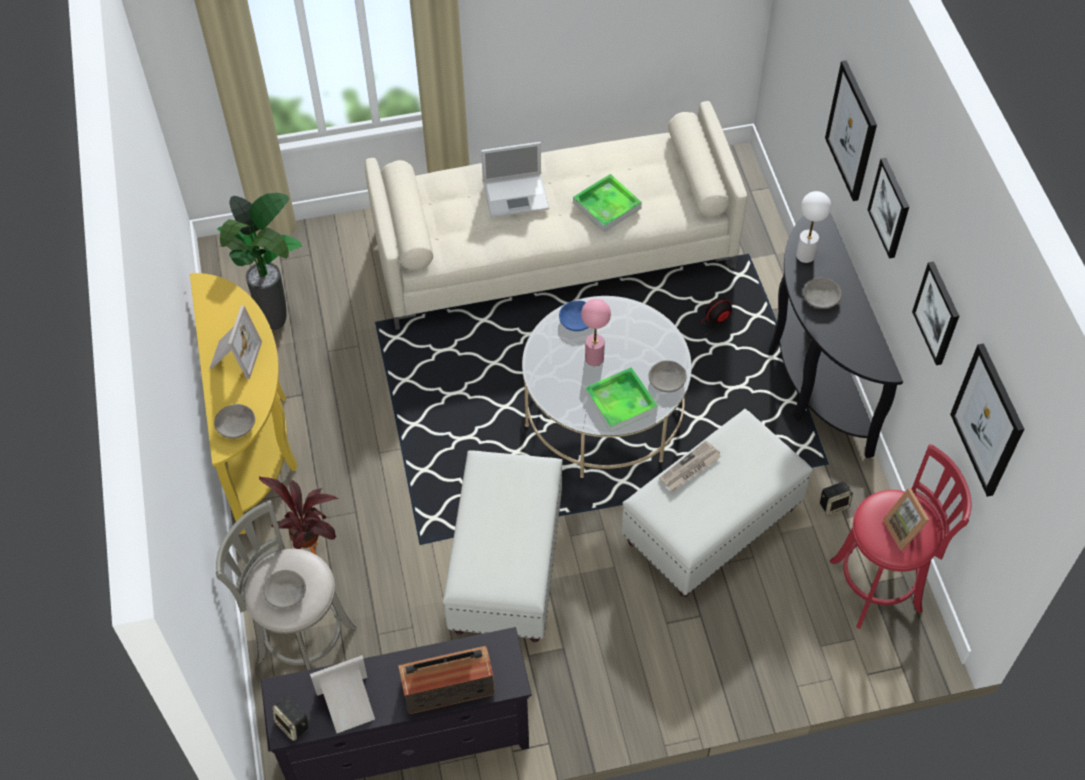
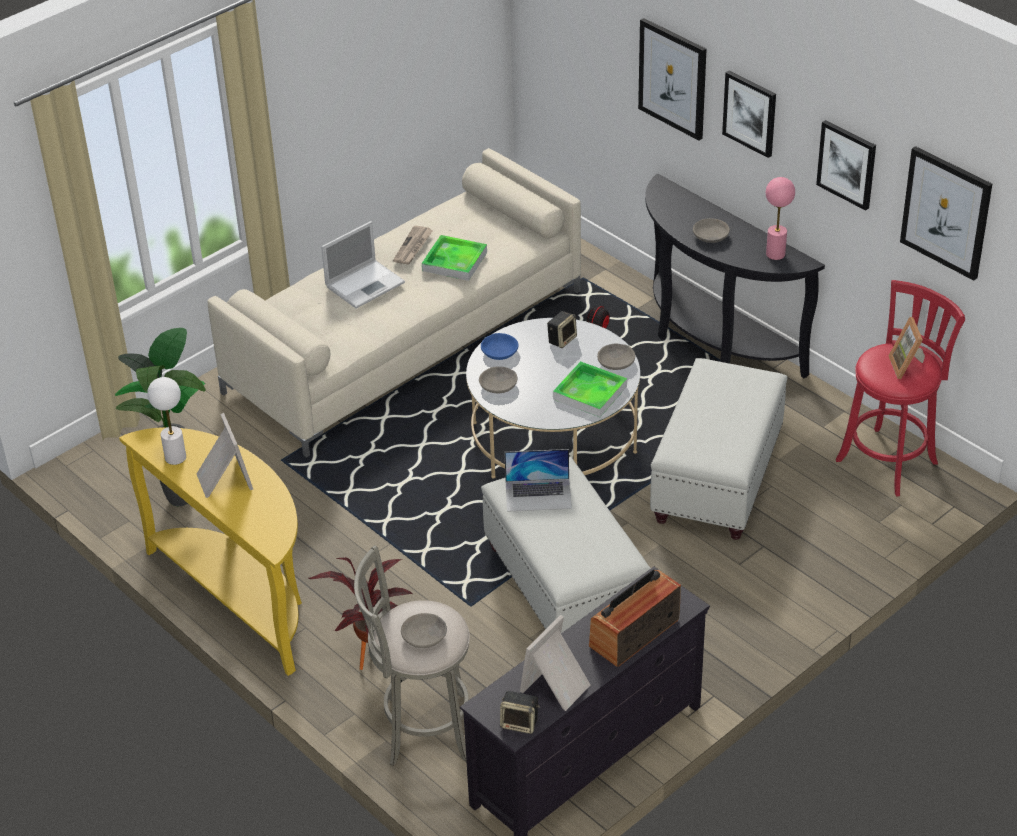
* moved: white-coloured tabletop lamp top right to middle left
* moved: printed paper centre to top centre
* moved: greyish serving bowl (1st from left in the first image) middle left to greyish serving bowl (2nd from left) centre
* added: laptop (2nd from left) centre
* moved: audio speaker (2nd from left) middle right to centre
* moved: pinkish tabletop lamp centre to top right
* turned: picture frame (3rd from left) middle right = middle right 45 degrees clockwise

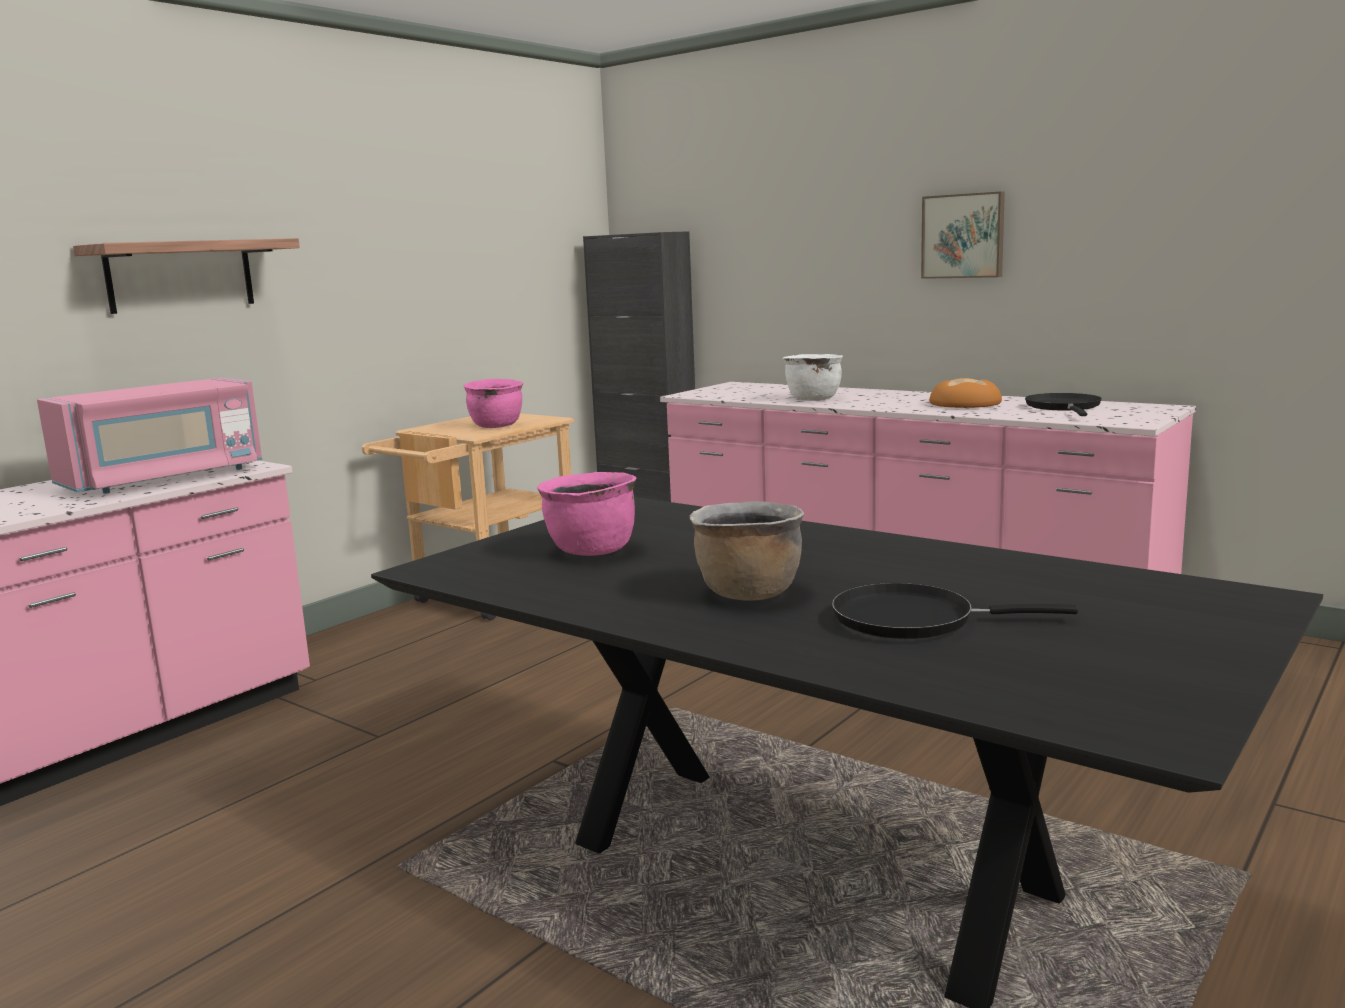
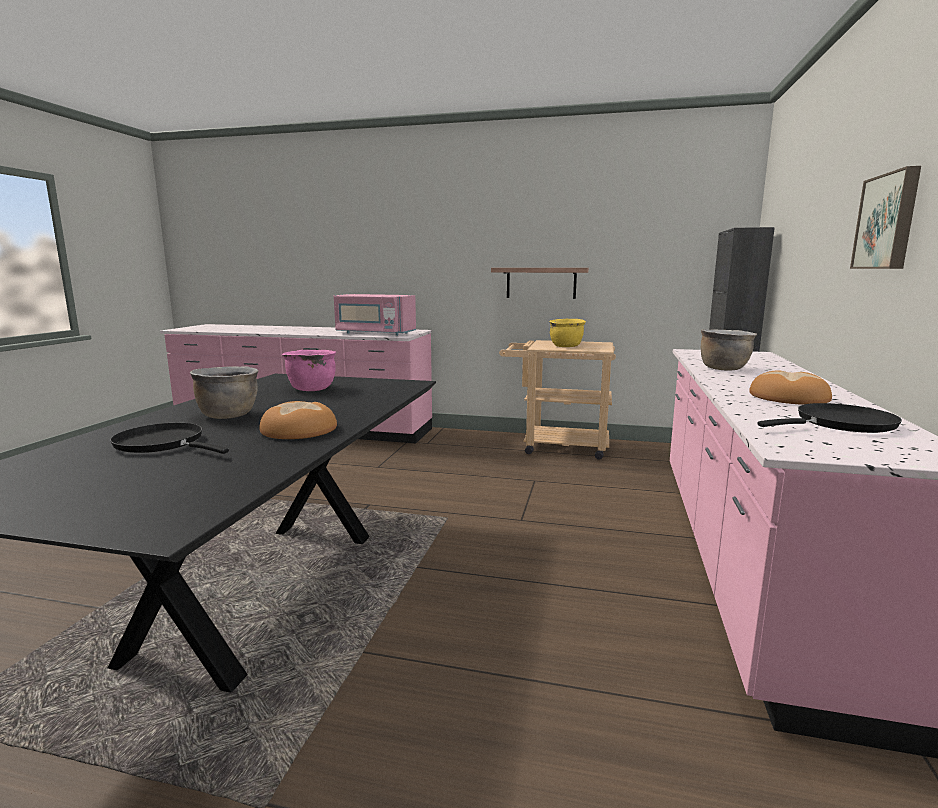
* turned: black-coloured pan (1st from left) middle right = middle left 45 degrees counterclockwise
* added: bakery bread (1st from left) middle left
* moved: wall shelf top left to centre
* recoloured: pinkish saucepot (1st from left) centre to yellow saucepot centre
* recoloured: white-coloured saucepot centre to brown-coloured saucepot (2nd from left) middle right

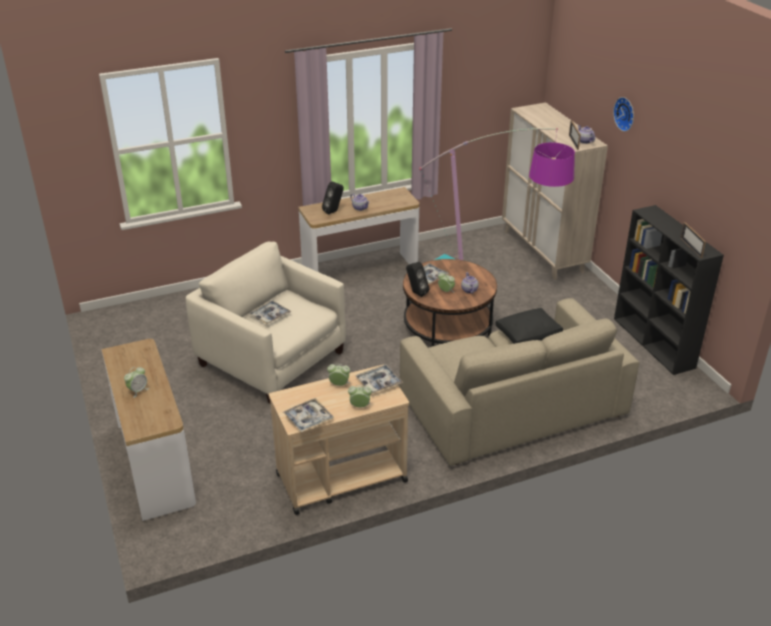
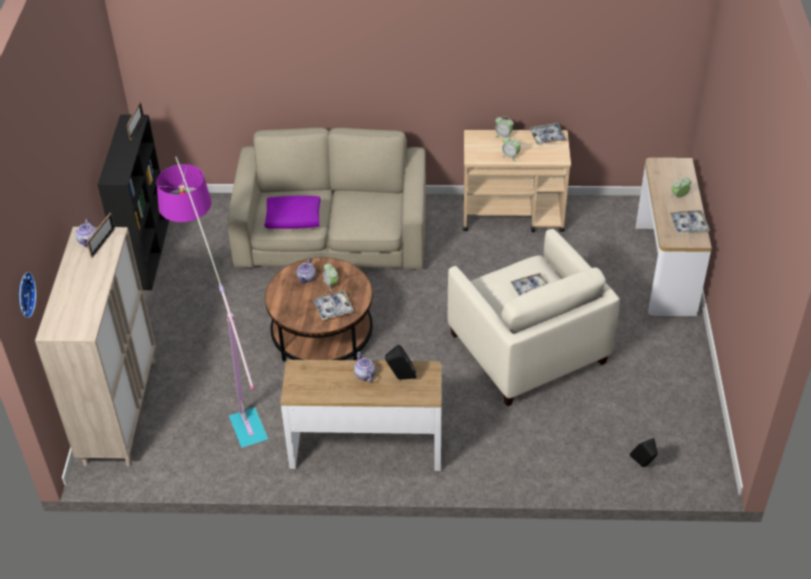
* moved: clock on the wall top right to middle left
* recoloured: black-coloured pillow middle right to purple-coloured pillow centre
* moved: black-coloured audio speaker (2nd from left) centre to bottom right
* moved: tray (3rd from left in the first image) centre to tray (4th from left) middle right

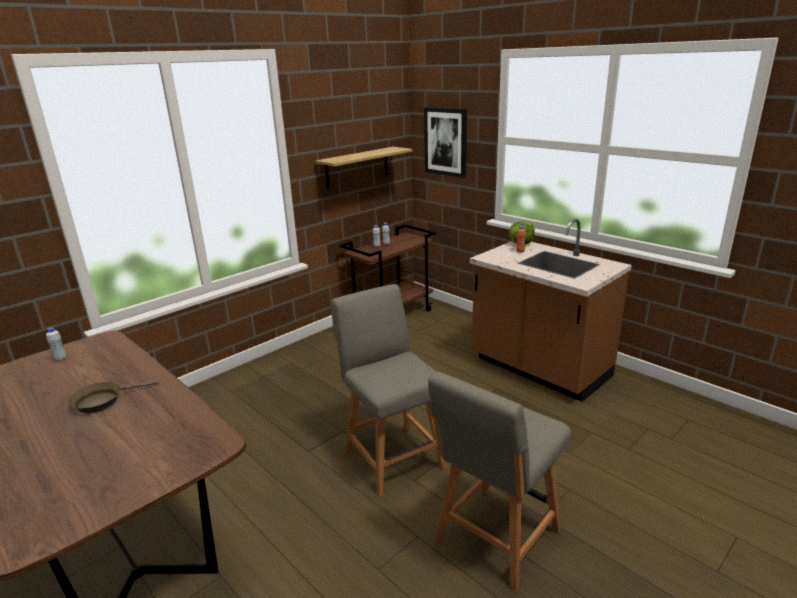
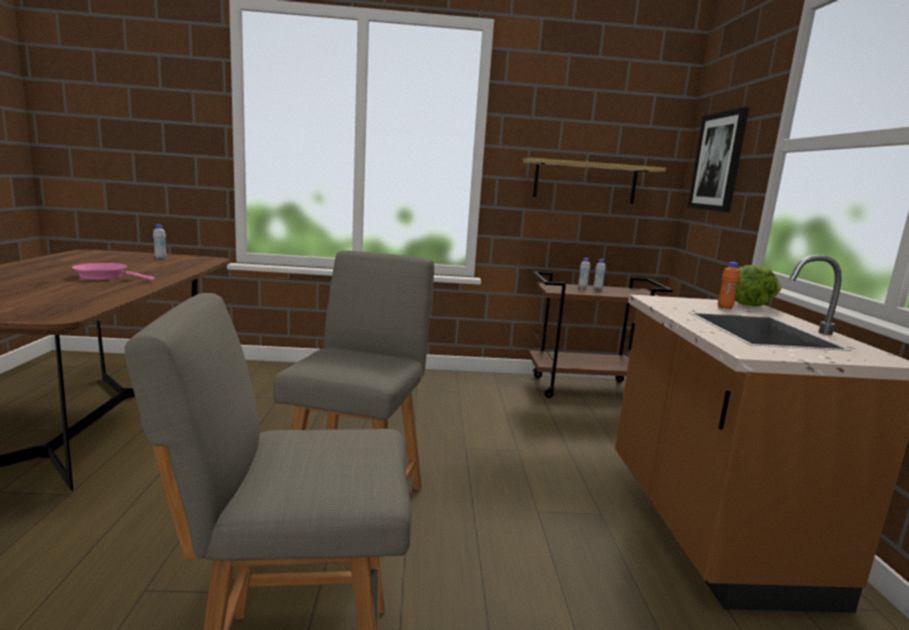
* recoloured: brown-coloured pan middle left to pinkish pan middle left

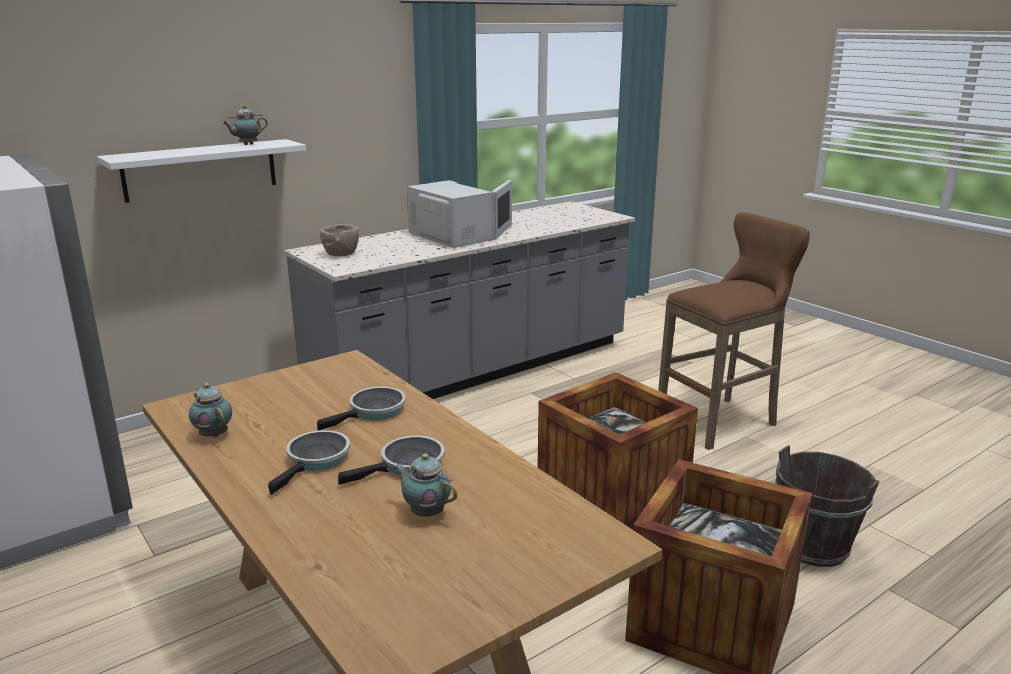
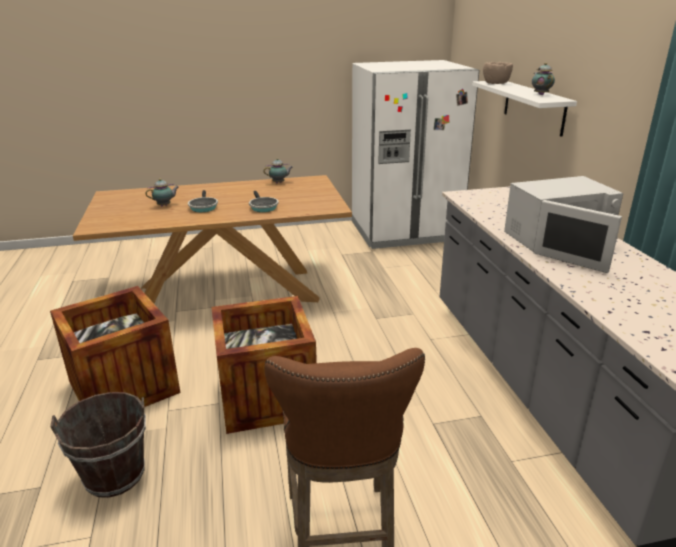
* moved: brown-coloured serving bowl centre to top right
* removed: pan (1st from left) bottom left

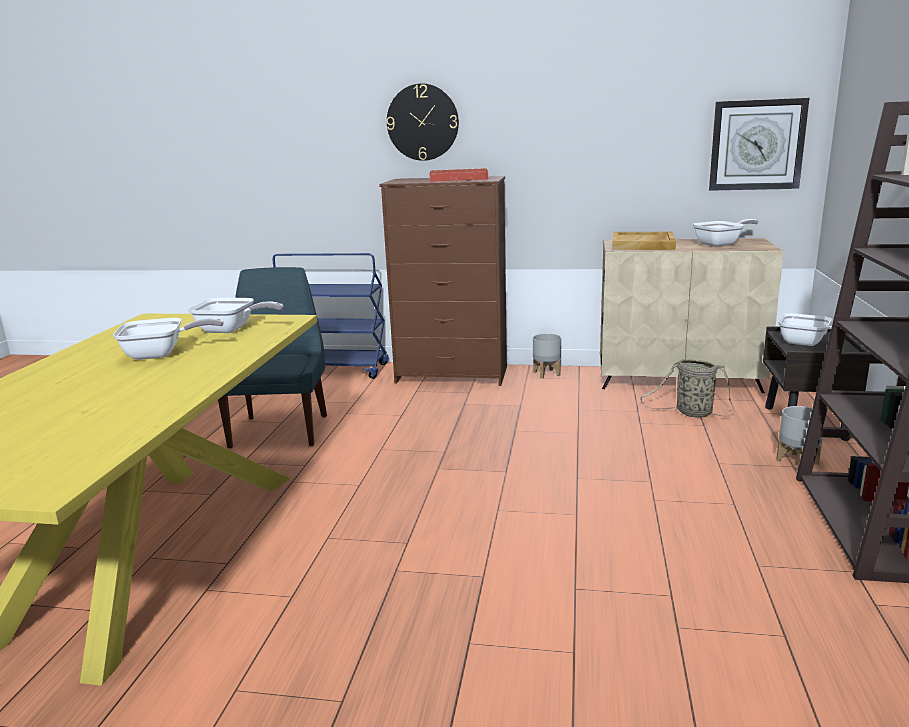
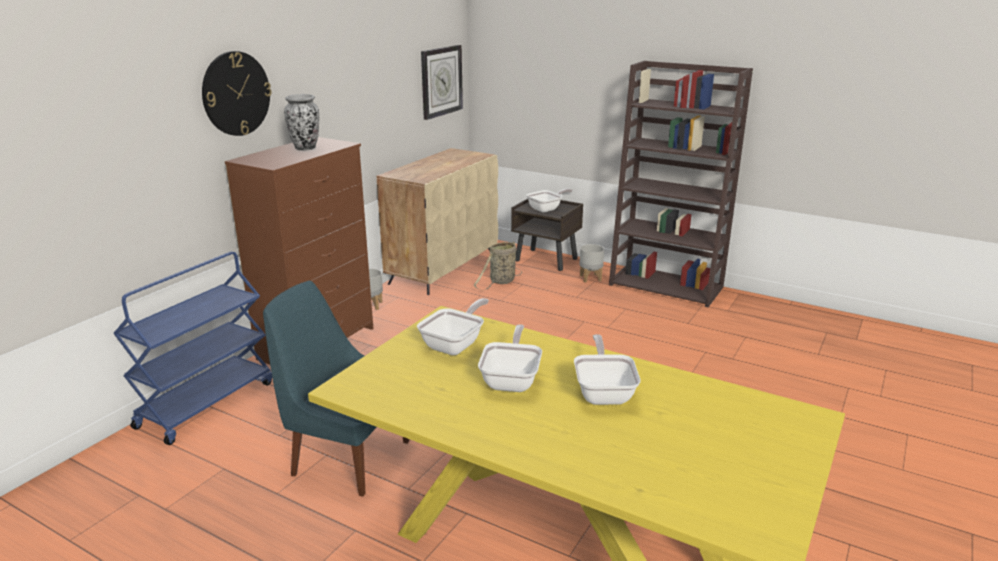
* replaced: red-coloured tray top centre to decorative vase top left
* moved: pan (3rd from left in the first image) top right to pan (4th from left) centre
* removed: beige tray top right

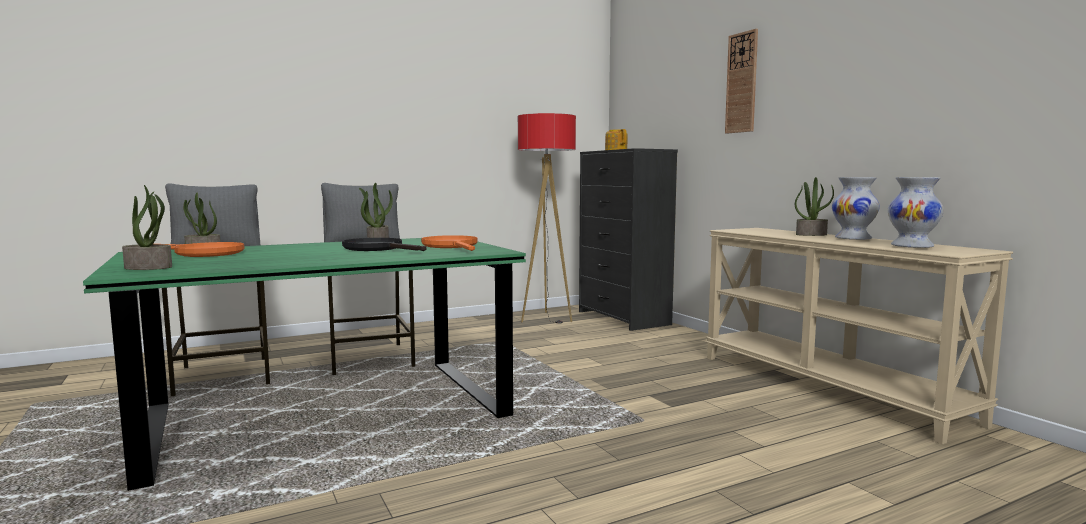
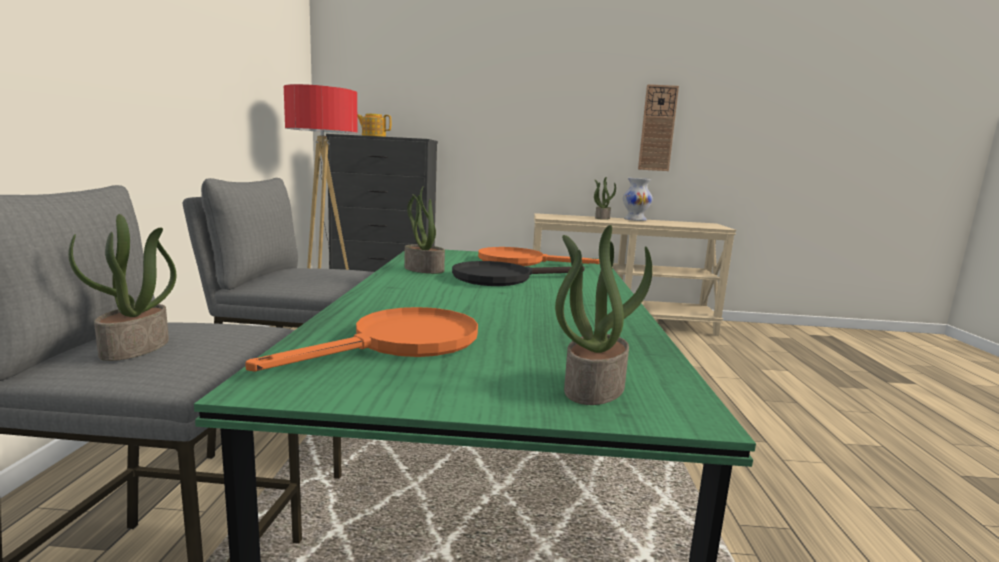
* moved: clock on the wall top right to top centre
* removed: white-coloured decorative vase (2nd from left) middle right

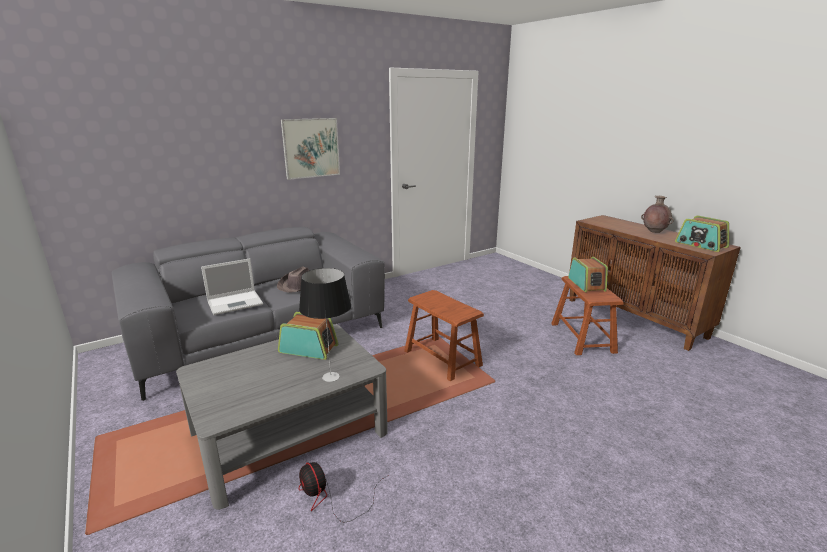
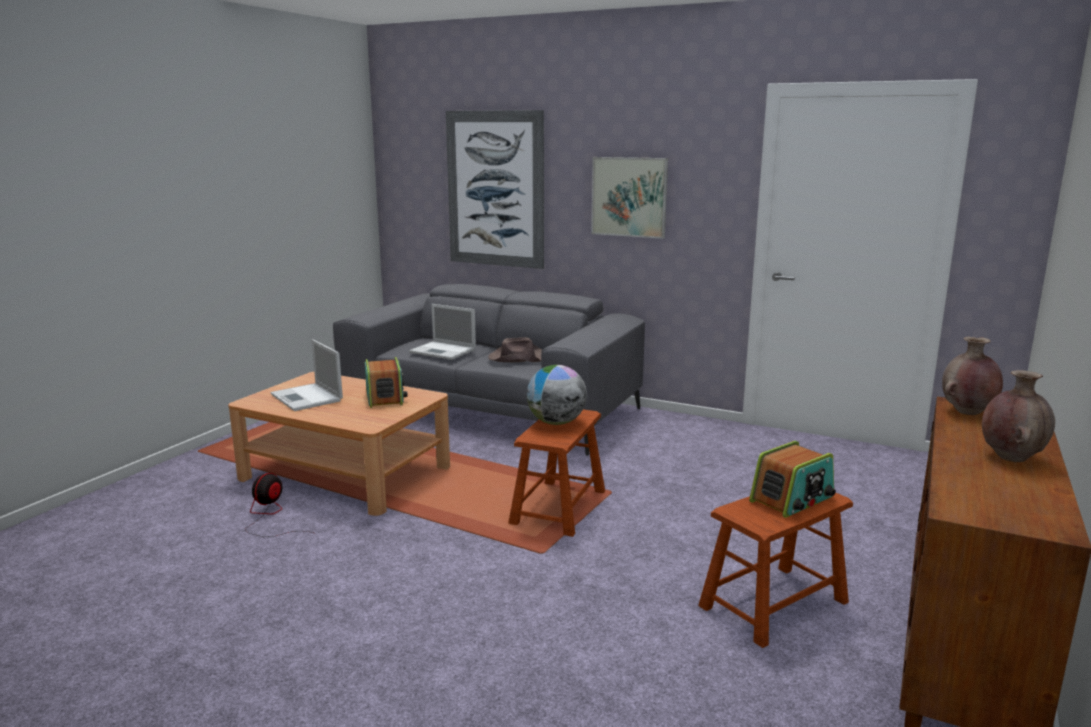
* recoloured: greyish lounge table bottom centre to brown-coloured lounge table middle left
* added: laptop (1st from left) middle left
* added: wall art (1st from left) top centre
* added: world globe centre
* added: brown-coloured decorative vase (1st from left) middle right
* removed: tabletop lamp centre
* removed: radio set (3rd from left) middle right

